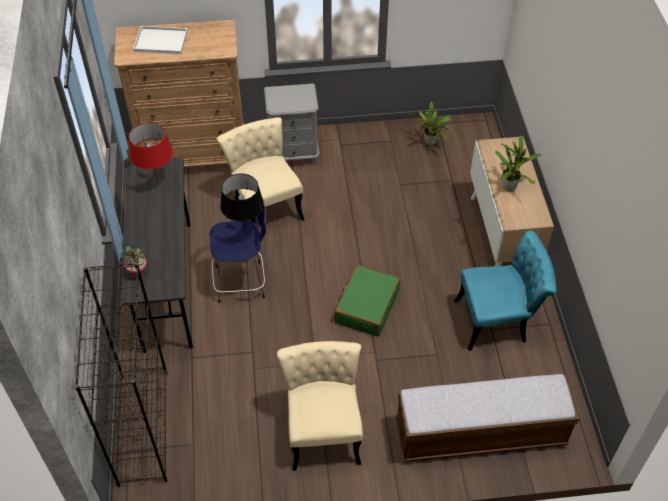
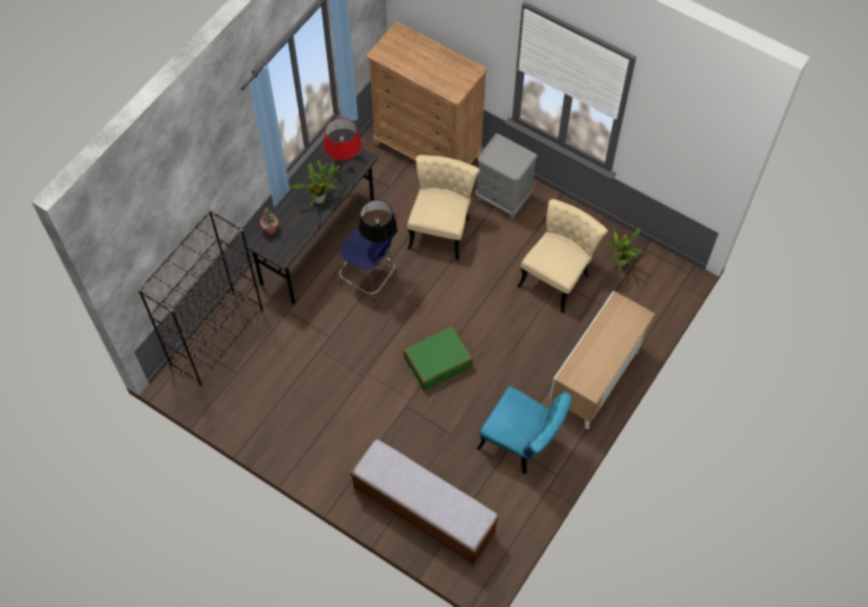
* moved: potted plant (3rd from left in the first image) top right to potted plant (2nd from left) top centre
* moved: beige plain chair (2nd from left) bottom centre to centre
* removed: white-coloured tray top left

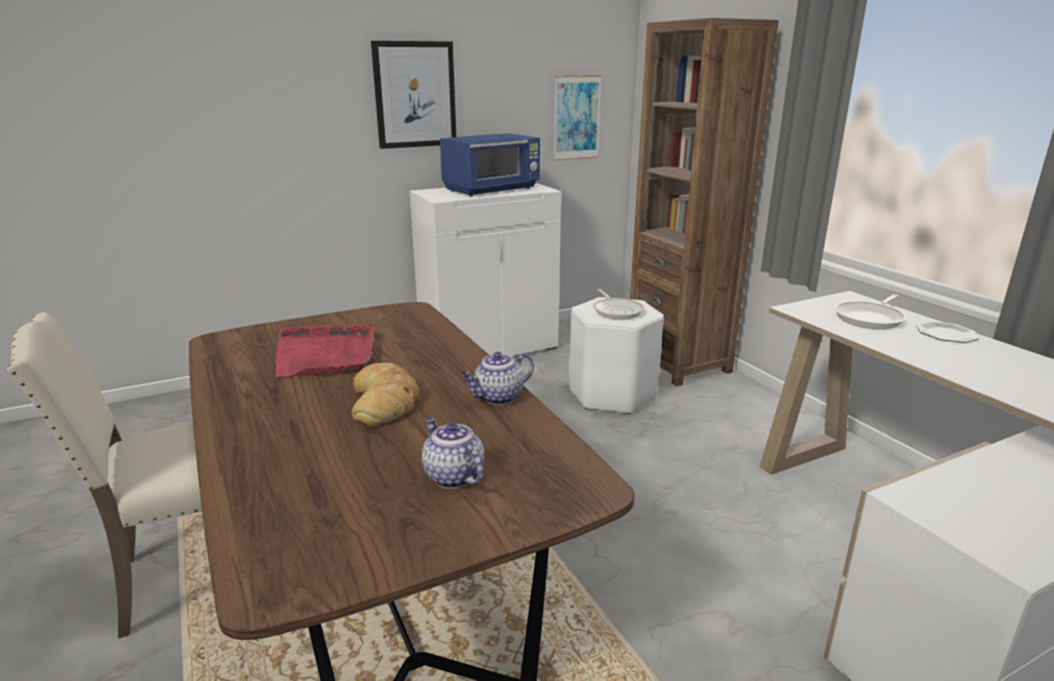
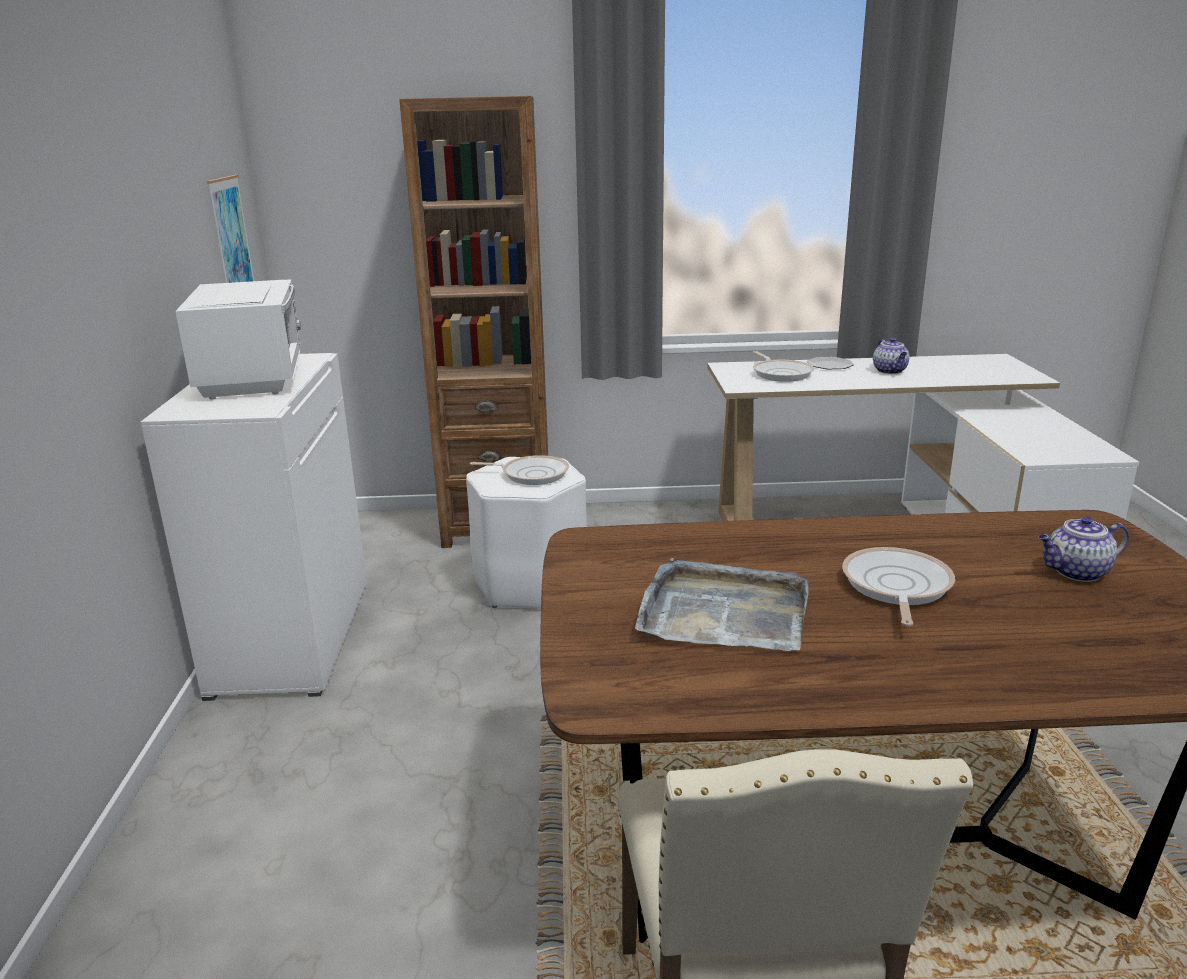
* recoloured: blue-coloured kitchen microwave top centre to white-coloured kitchen microwave middle left
* recoloured: red-coloured tray middle left to greyish tray centre
* replaced: bakery bread centre to pan (3rd from left) middle right
* moved: pot for tea (2nd from left in the first image) centre to pot for tea (1st from left) middle right
* removed: wall art (1st from left) top centre

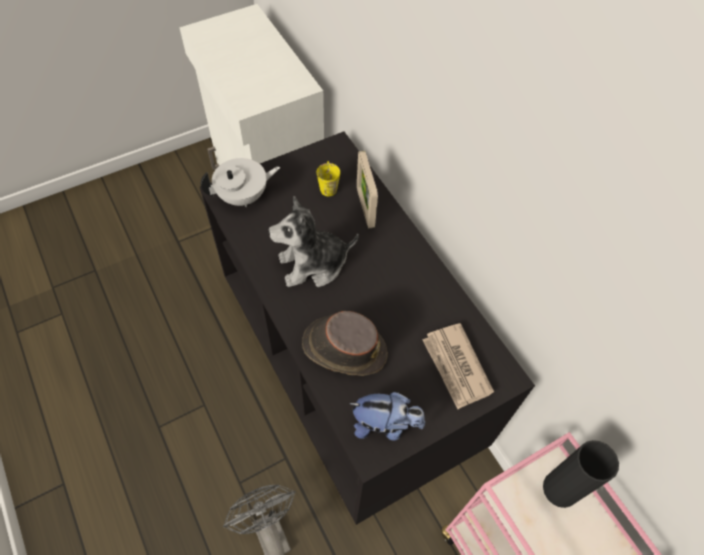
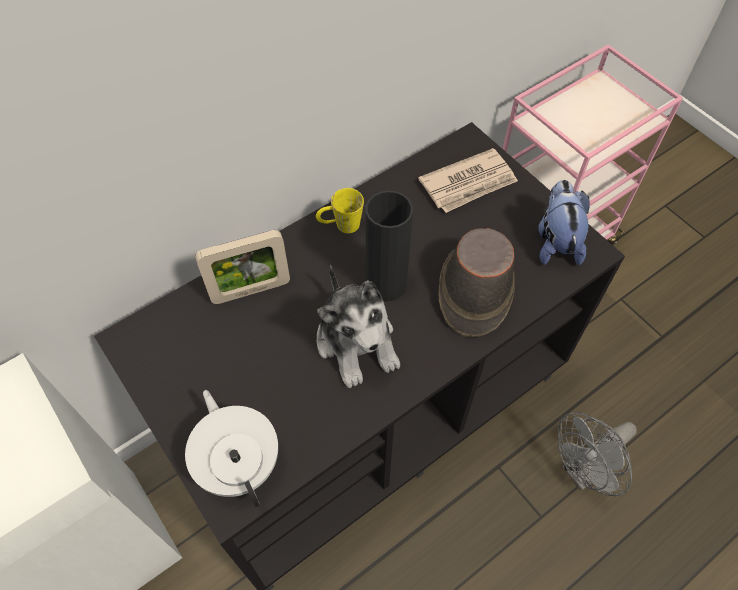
* moved: yellow tea mug top centre to centre
* moved: black-coloured decorative vase bottom right to centre

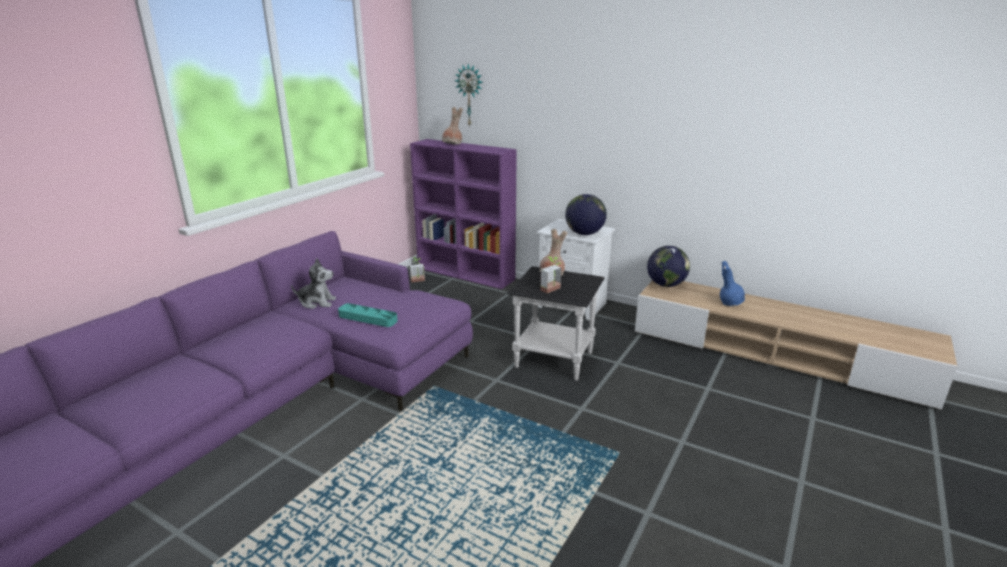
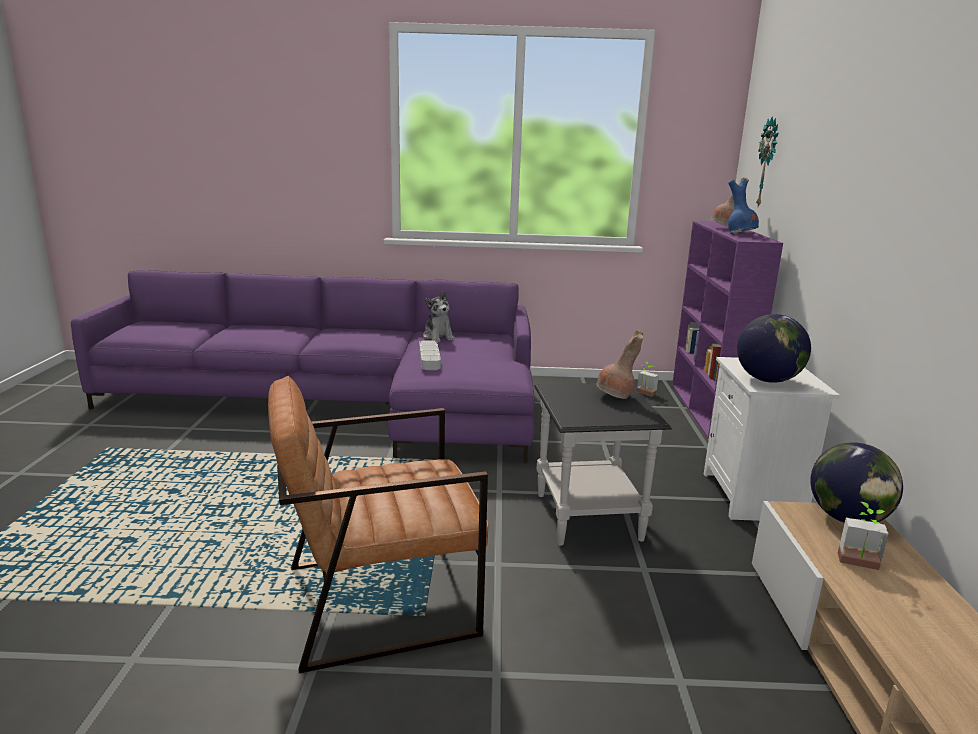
* added: brown-coloured armchair bottom centre
* recoloured: blue-green tray centre to greyish tray centre
* moved: blue-coloured decorative vase middle right to top right
* moved: potted plant (2nd from left) centre to bottom right

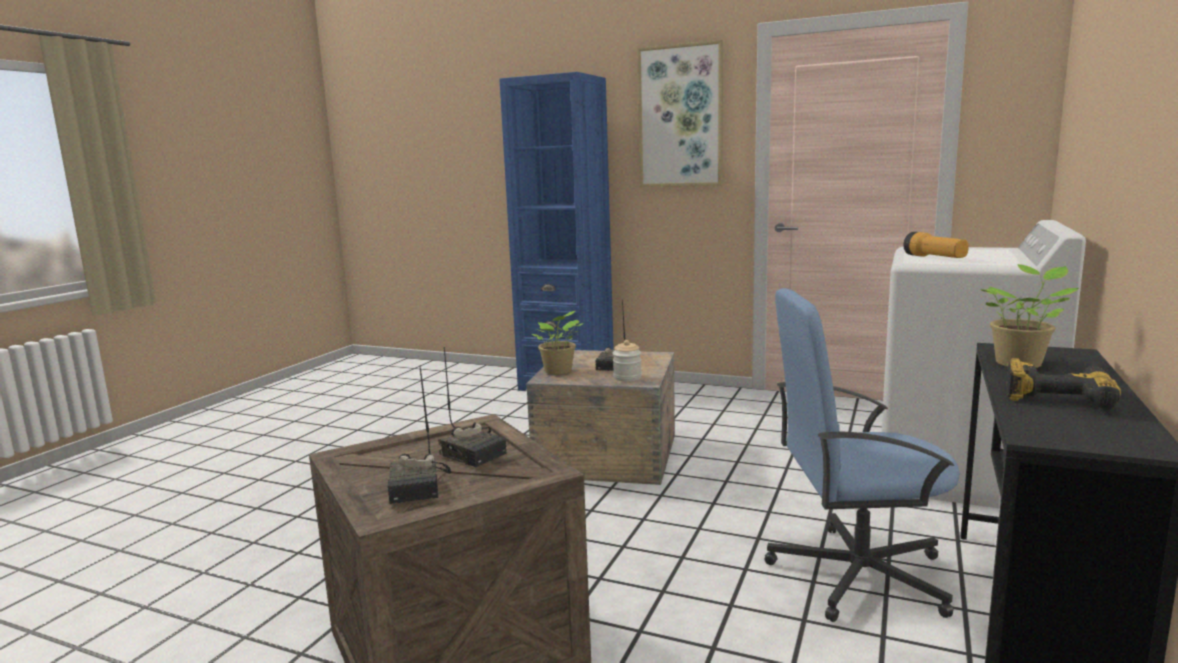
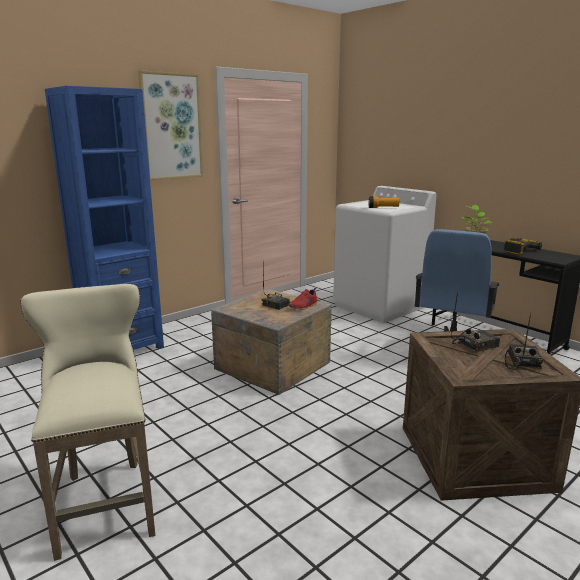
* added: beige sitting stool bottom left
* replaced: storage jar centre to red-coloured item of footwear centre
* turned: radio set (1st from left in the first image) centre = middle right 90 degrees counterclockwise
* removed: potted plant (1st from left) centre

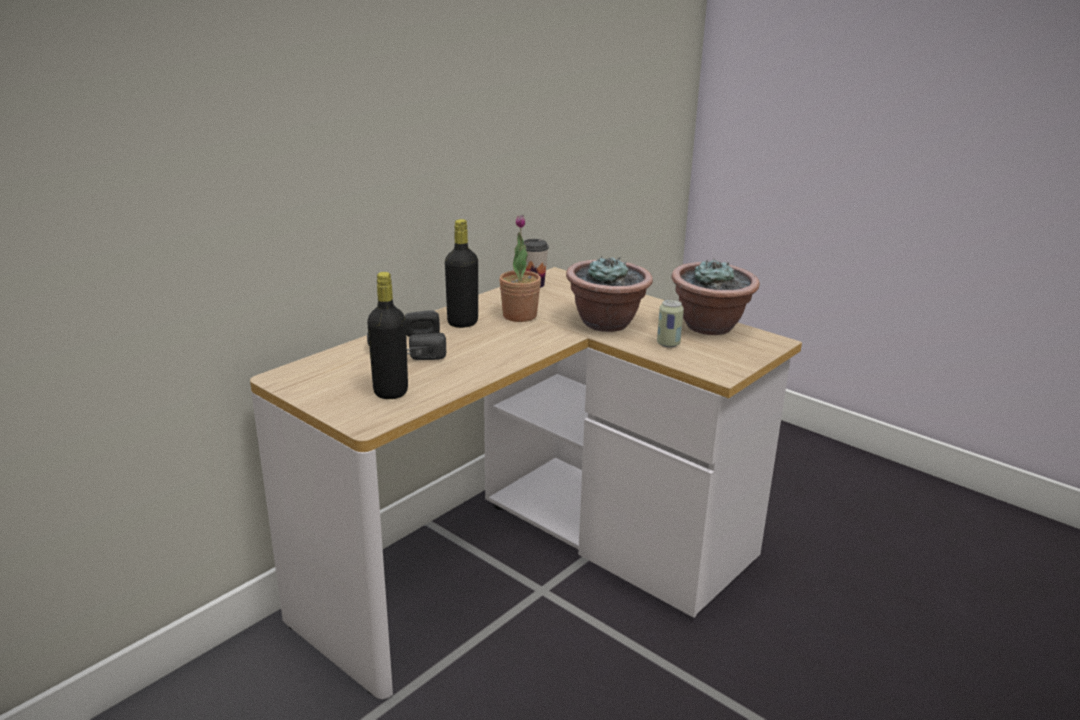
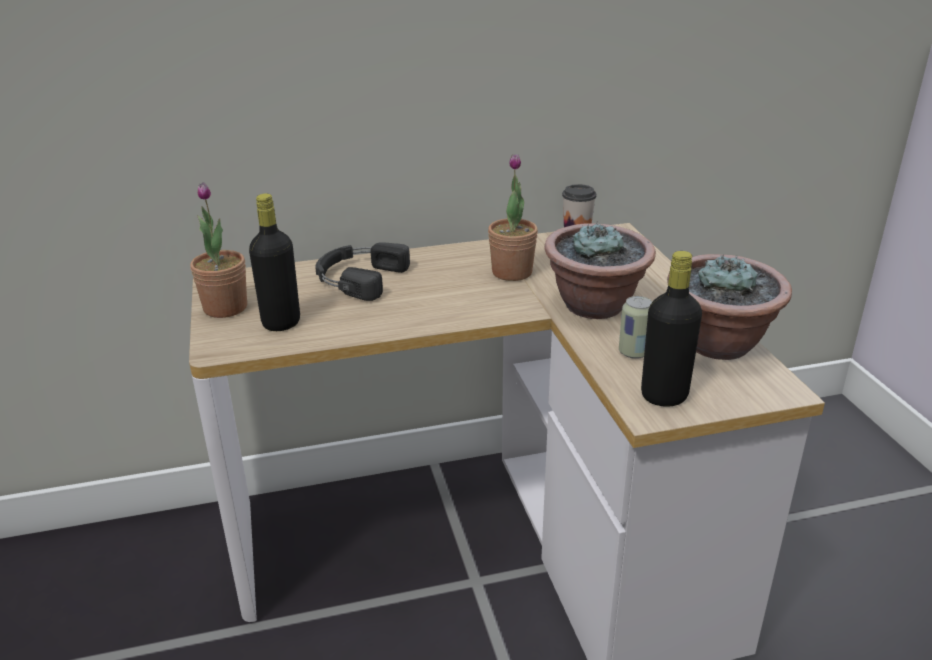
* added: potted plant (1st from left) middle left
* moved: black-coloured drink bottle (2nd from left) centre to middle right

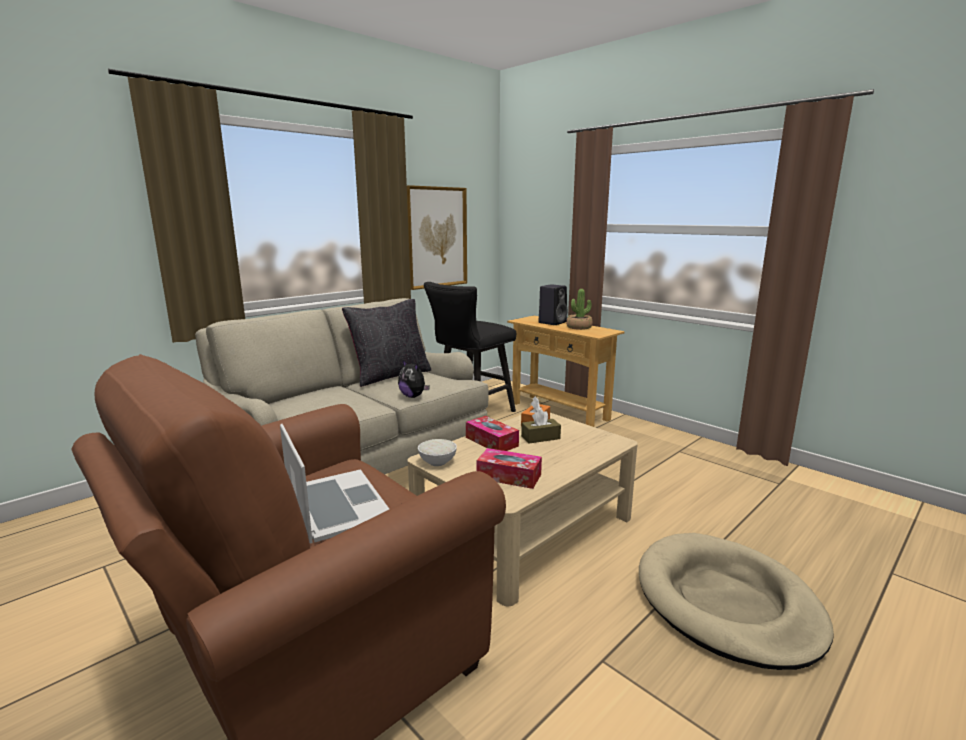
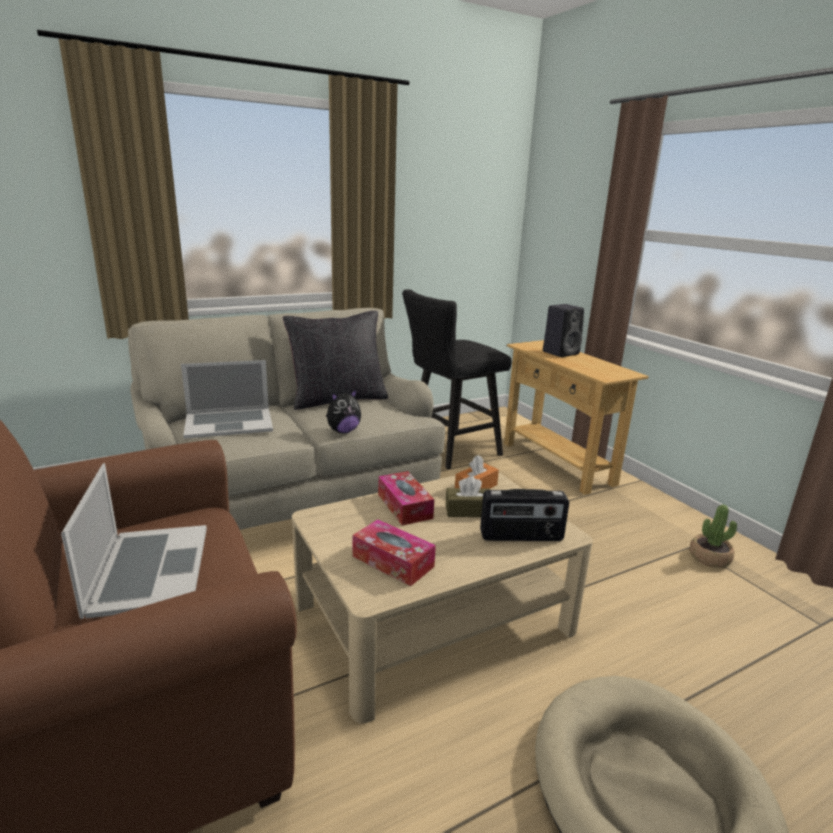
* added: laptop (2nd from left) middle left
* turned: plush toy centre = centre 90 degrees counterclockwise
* added: radio set centre
* moved: potted plant centre to middle right
* removed: wall art top centre
* removed: white-coloured serving bowl centre

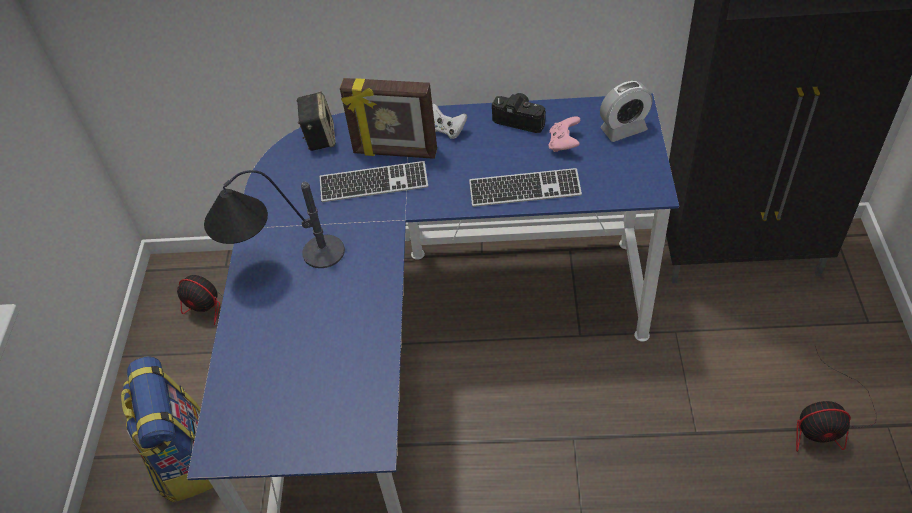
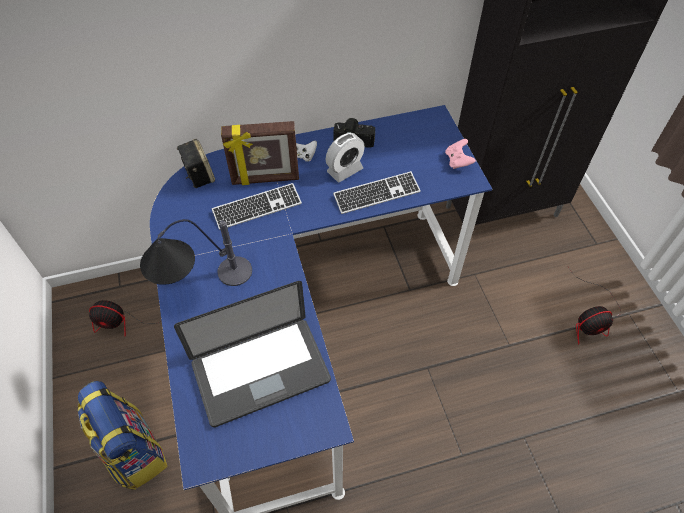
* added: laptop bottom centre
* moved: alarm clock top right to top centre
* moved: pinkish game controller top centre to top right

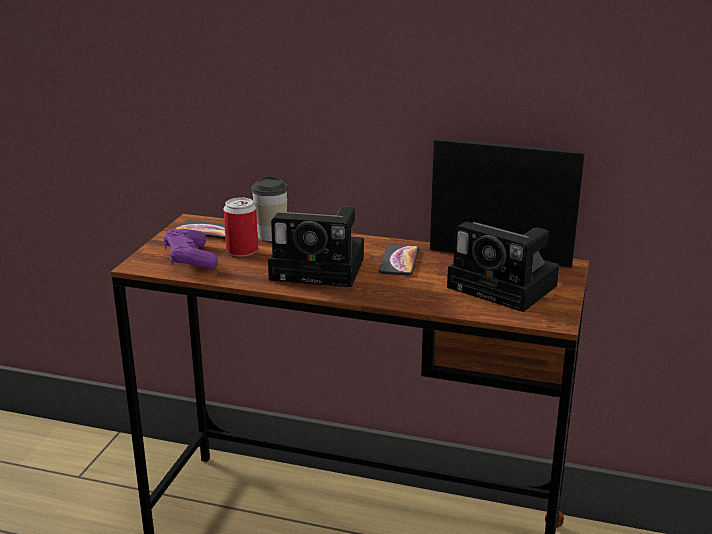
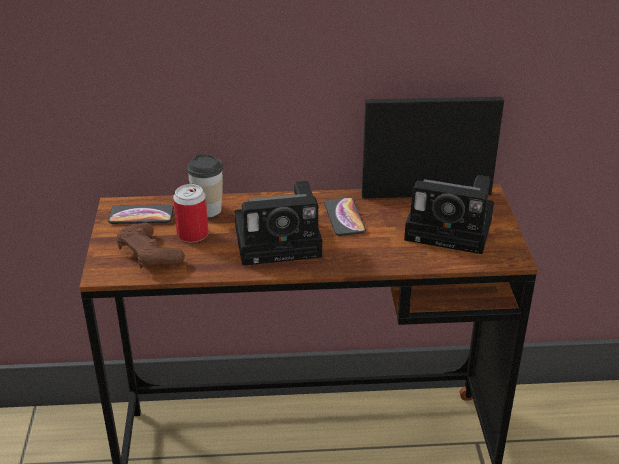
* recoloured: purple-coloured game controller middle left to brown-coloured game controller middle left

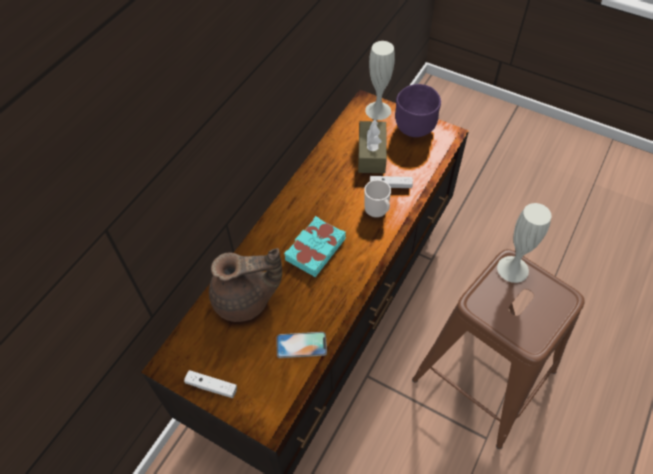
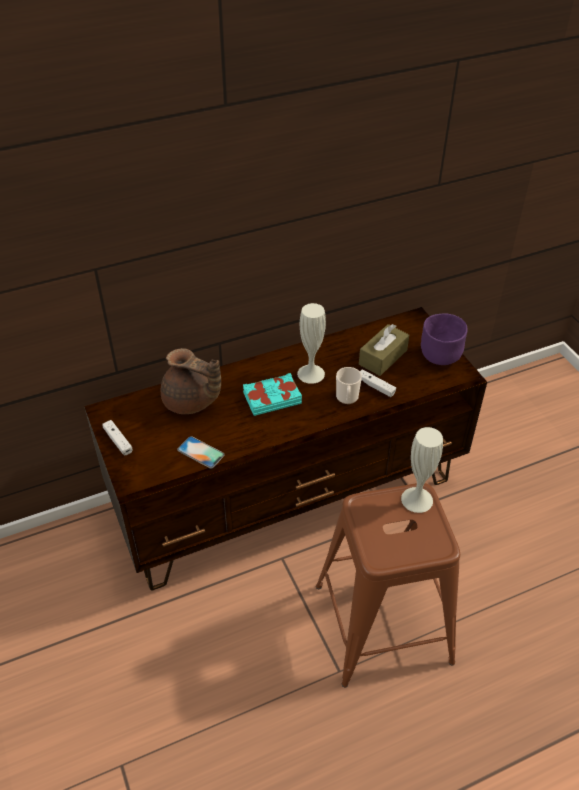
* moved: white-coloured decorative vase (1st from left) top centre to centre

